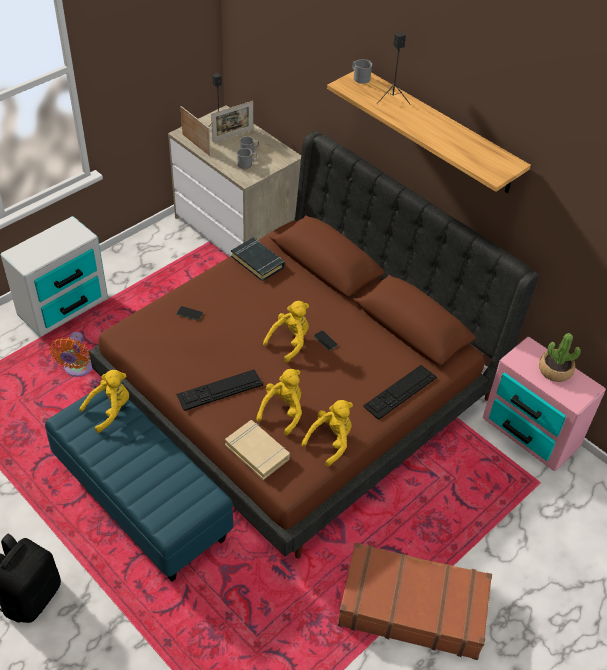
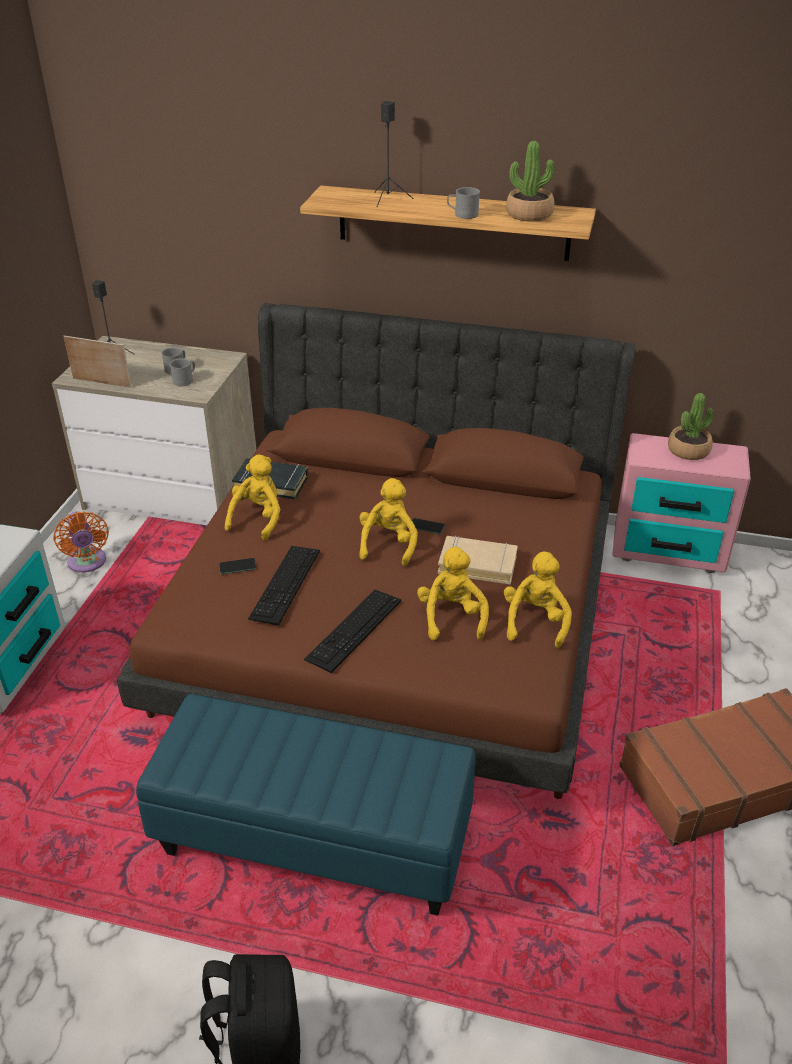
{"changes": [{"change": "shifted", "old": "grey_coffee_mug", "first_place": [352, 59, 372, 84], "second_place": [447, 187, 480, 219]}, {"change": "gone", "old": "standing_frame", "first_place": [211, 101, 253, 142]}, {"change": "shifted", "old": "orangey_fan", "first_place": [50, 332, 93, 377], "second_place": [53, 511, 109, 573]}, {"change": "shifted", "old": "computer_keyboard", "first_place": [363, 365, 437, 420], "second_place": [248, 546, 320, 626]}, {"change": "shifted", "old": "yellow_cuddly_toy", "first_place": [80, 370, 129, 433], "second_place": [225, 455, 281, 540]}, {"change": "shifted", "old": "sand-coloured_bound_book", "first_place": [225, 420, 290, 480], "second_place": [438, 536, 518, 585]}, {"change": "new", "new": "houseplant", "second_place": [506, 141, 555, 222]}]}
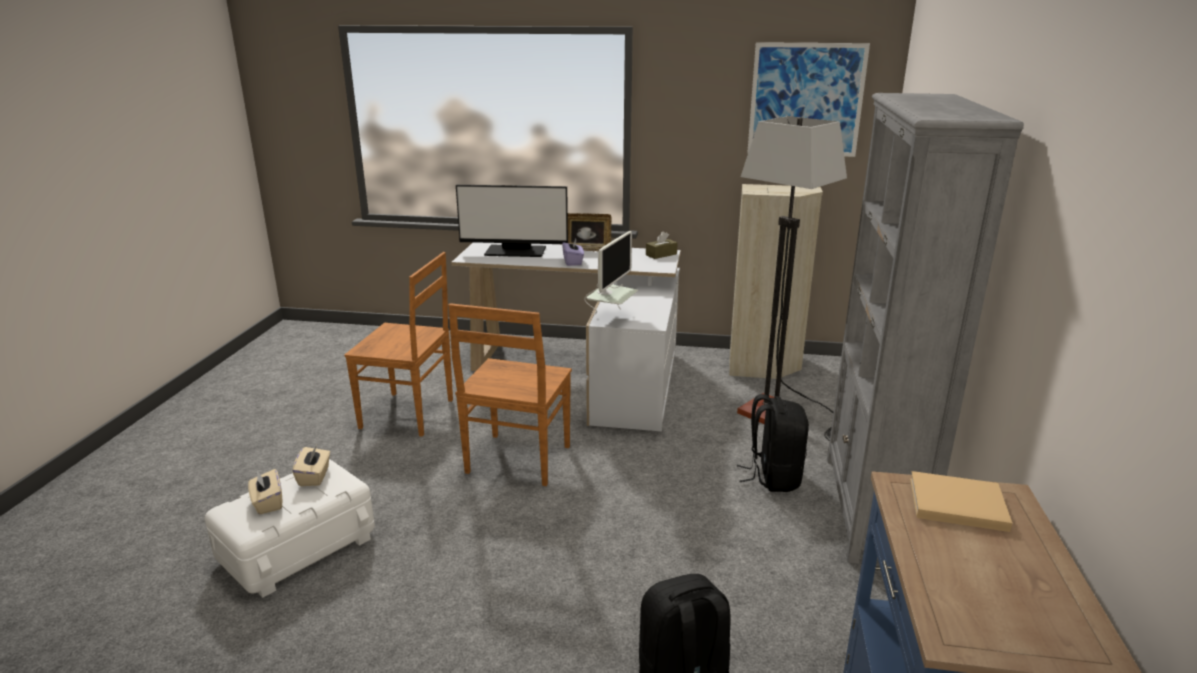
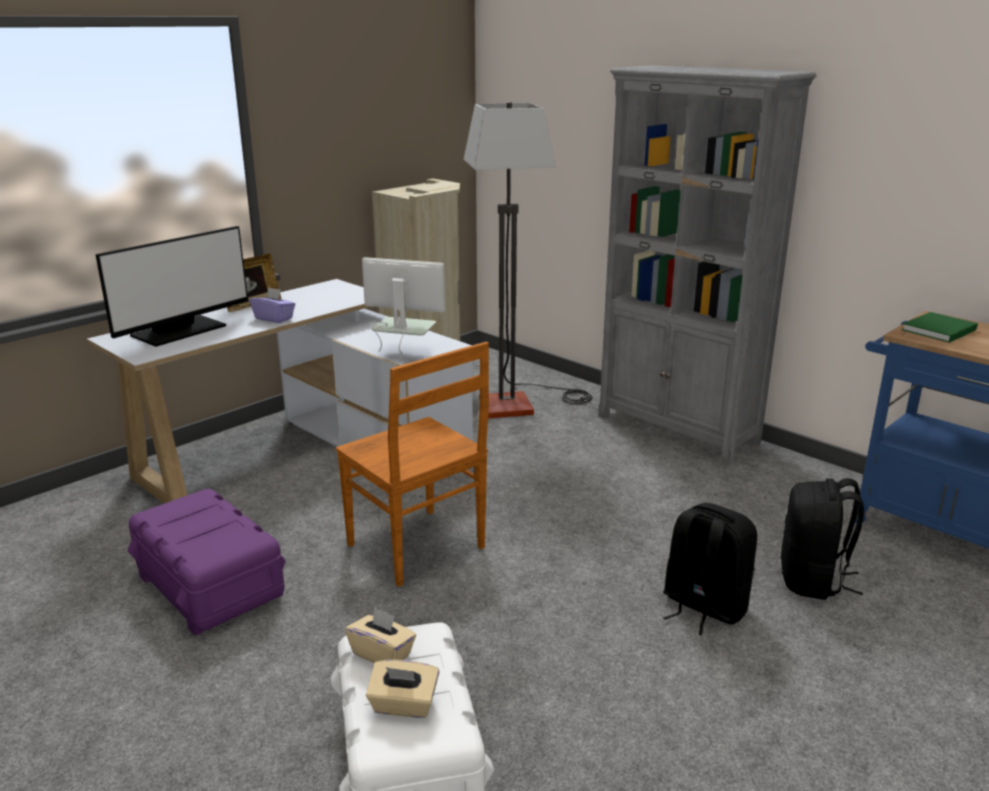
{"changes": [{"change": "gone", "old": "wall_art", "first_place": [747, 42, 870, 157]}, {"change": "rotated", "old": "computer_screen", "first_place": [584, 231, 638, 314], "second_place": [362, 257, 445, 359], "degrees": -45}, {"change": "gone", "old": "brown-coloured_box_of_tissues", "first_place": [646, 231, 678, 259]}, {"change": "swapped", "old": "brown-coloured_upright_chair", "new": "purple_storage_bin", "first_place": [344, 252, 453, 437], "second_place": [127, 489, 286, 636]}, {"change": "shifted", "old": "black_knapsack", "first_place": [737, 394, 809, 492], "second_place": [663, 503, 757, 636]}, {"change": "repainted", "old": "sand-coloured_bound_book", "new": "green-coloured_bound_book", "first_place": [910, 471, 1012, 532], "second_place": [902, 312, 978, 343]}]}
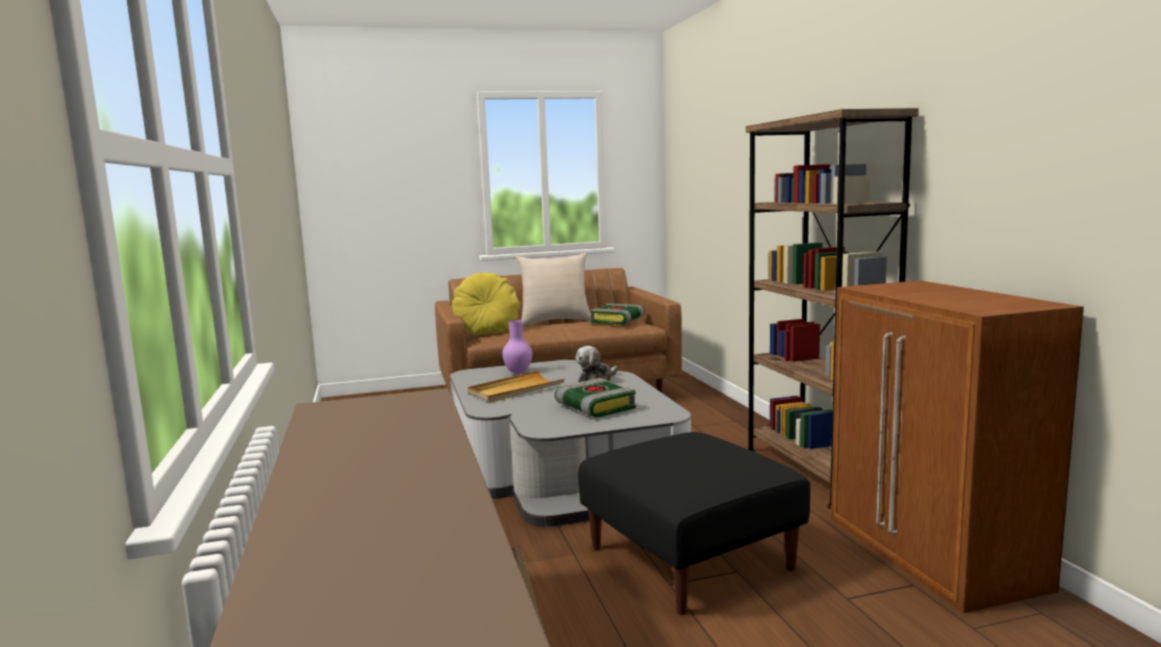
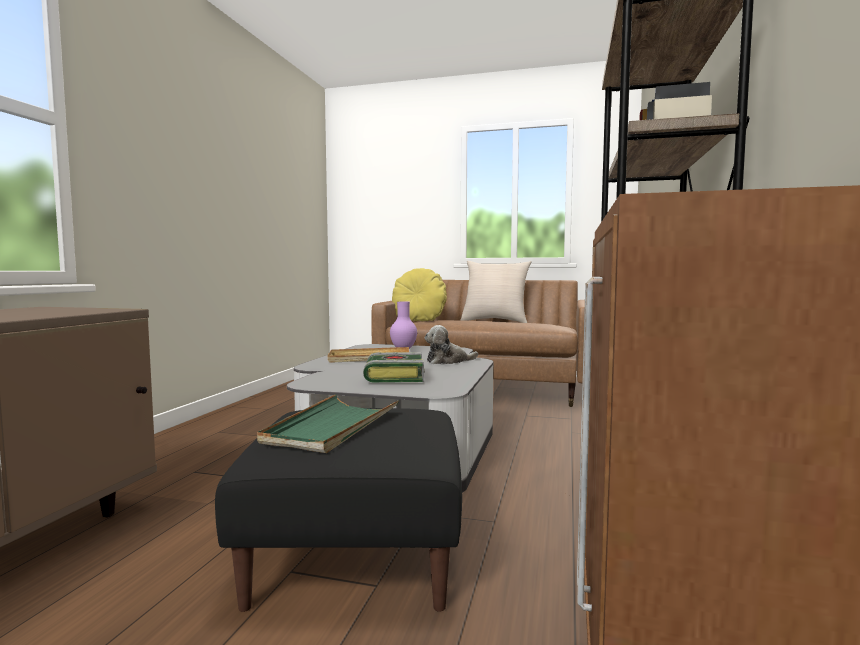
{"changes": [{"change": "gone", "old": "bound_book", "first_place": [591, 303, 645, 325]}, {"change": "new", "new": "green-coloured_tray", "second_place": [257, 394, 399, 453]}]}
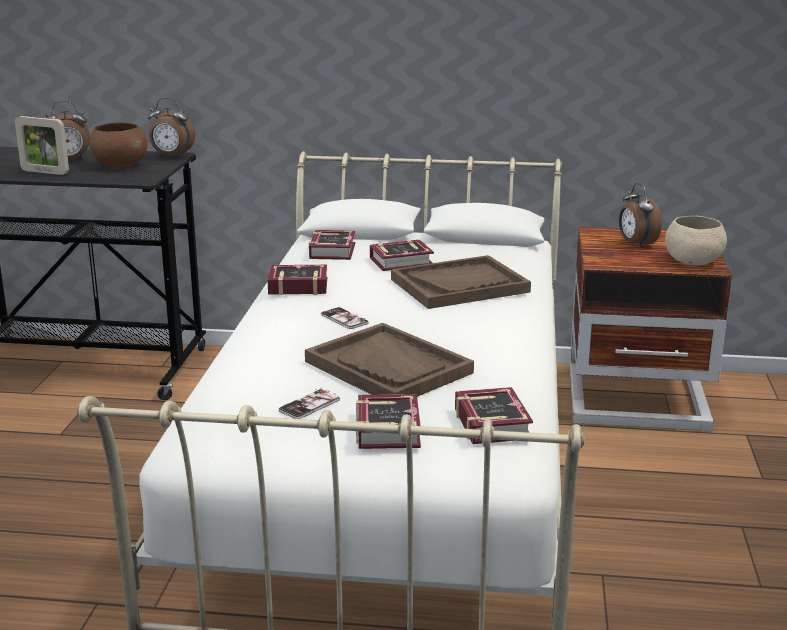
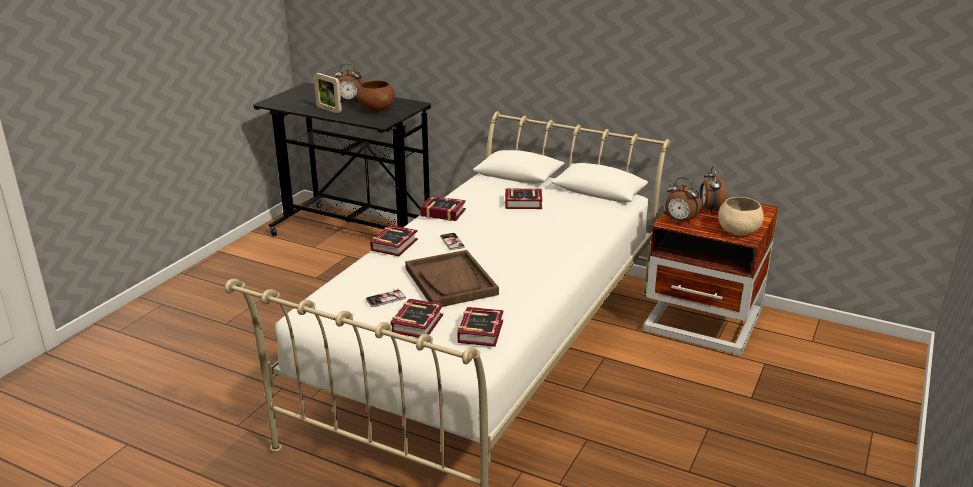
{"changes": [{"change": "shifted", "old": "bedside_clock", "first_place": [148, 98, 195, 158], "second_place": [665, 177, 702, 224]}, {"change": "shifted", "old": "bound_book", "first_place": [309, 230, 355, 260], "second_place": [370, 225, 418, 256]}, {"change": "gone", "old": "brown-coloured_tray", "first_place": [391, 255, 531, 309]}]}
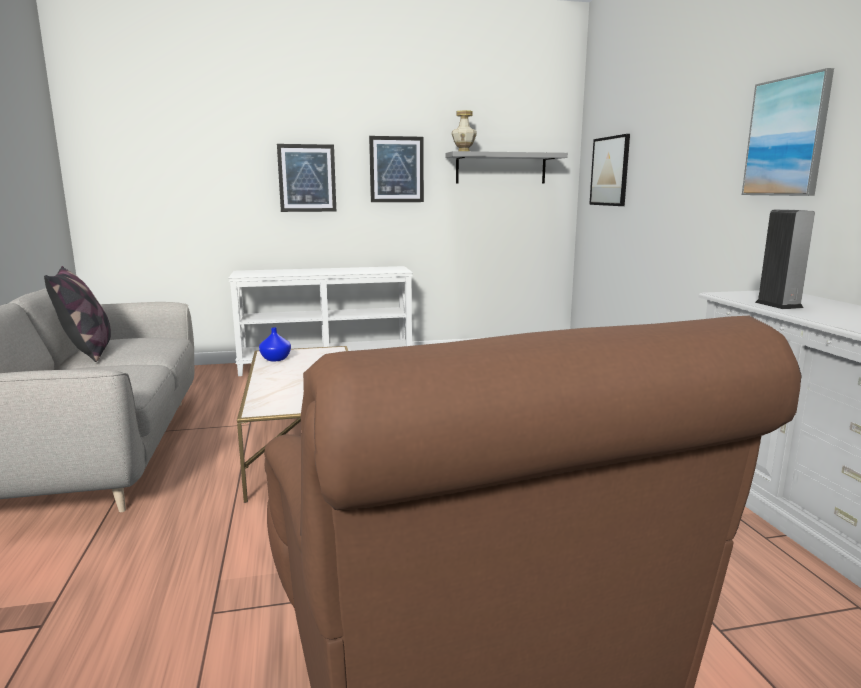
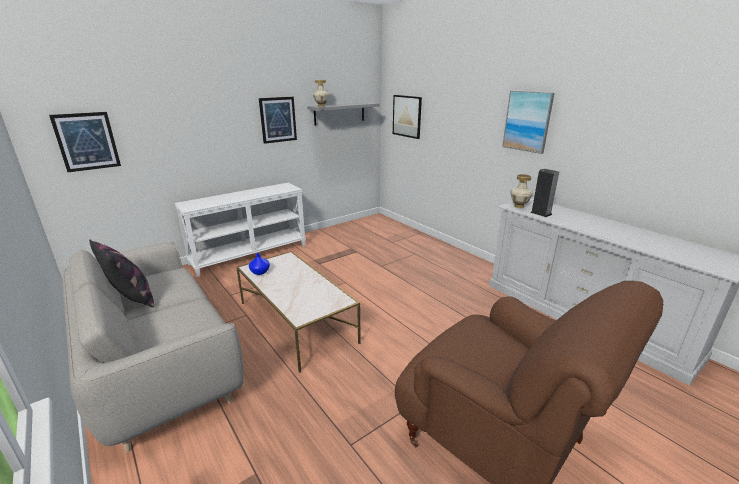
{"changes": [{"change": "shifted", "old": "wall_art", "first_place": [277, 144, 336, 212], "second_place": [49, 112, 121, 172]}, {"change": "new", "new": "vase", "second_place": [510, 174, 533, 208]}]}
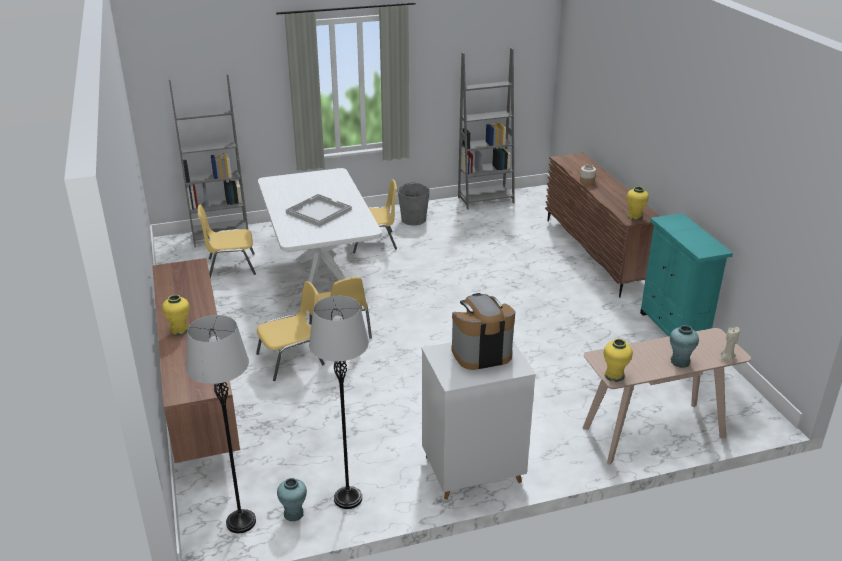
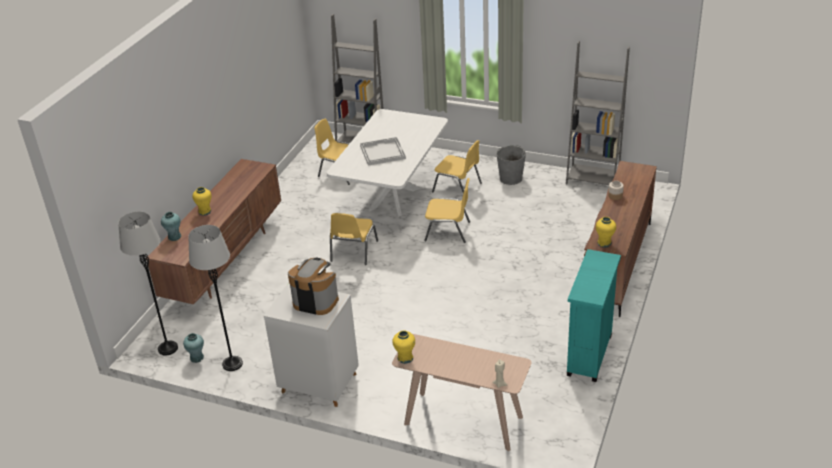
{"changes": [{"change": "shifted", "old": "yellow_upright_chair", "first_place": [256, 281, 325, 381], "second_place": [424, 178, 470, 243]}, {"change": "shifted", "old": "turquoise-coloured_vase", "first_place": [670, 325, 699, 368], "second_place": [161, 212, 181, 241]}]}
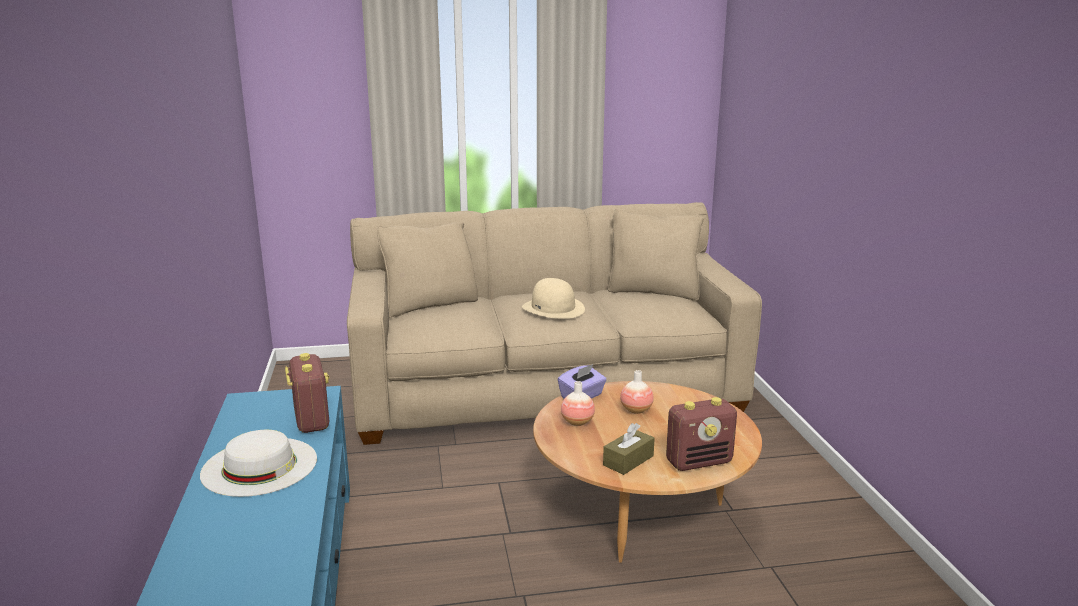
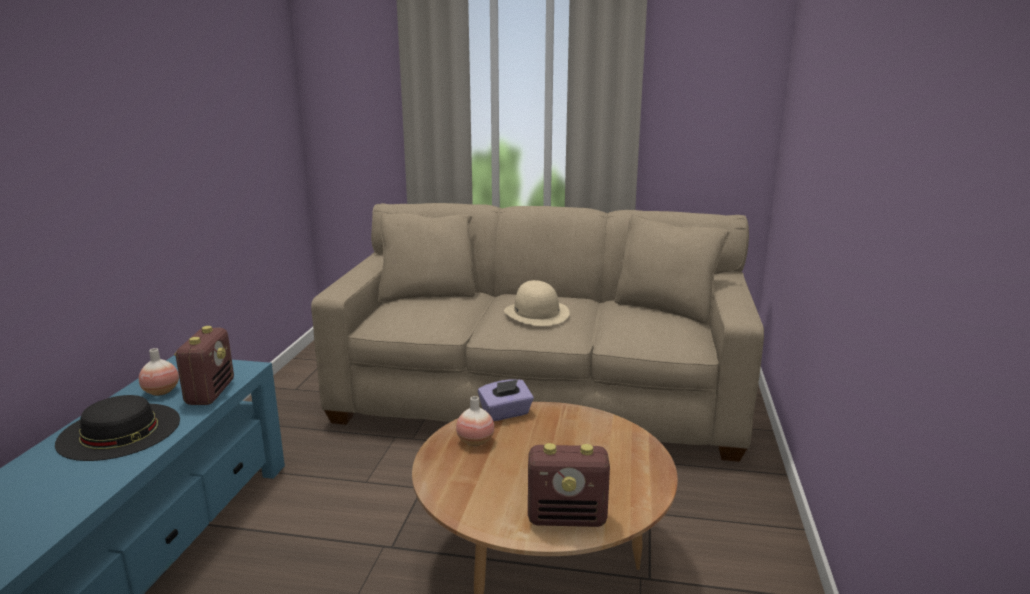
{"changes": [{"change": "shifted", "old": "vase", "first_place": [620, 370, 653, 414], "second_place": [139, 348, 179, 396]}, {"change": "gone", "old": "brown-coloured_box_of_tissues", "first_place": [603, 423, 655, 475]}, {"change": "repainted", "old": "whitish_clothing_hat", "new": "black_clothing_hat", "first_place": [200, 430, 317, 497], "second_place": [55, 395, 180, 461]}]}
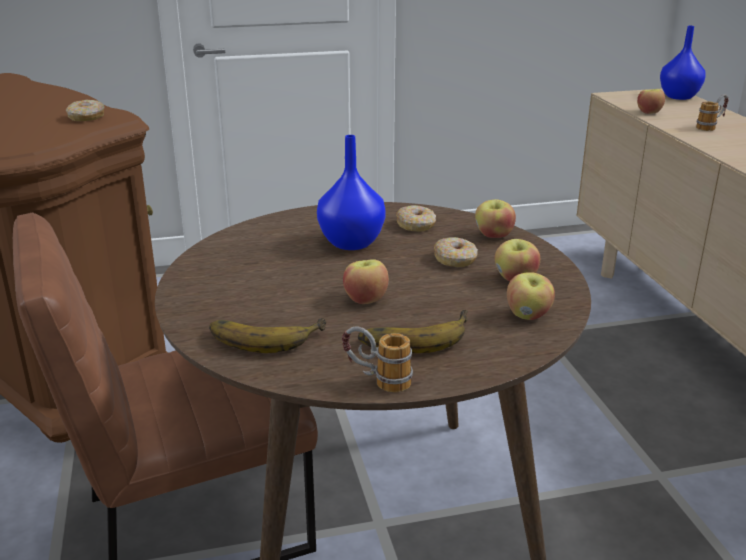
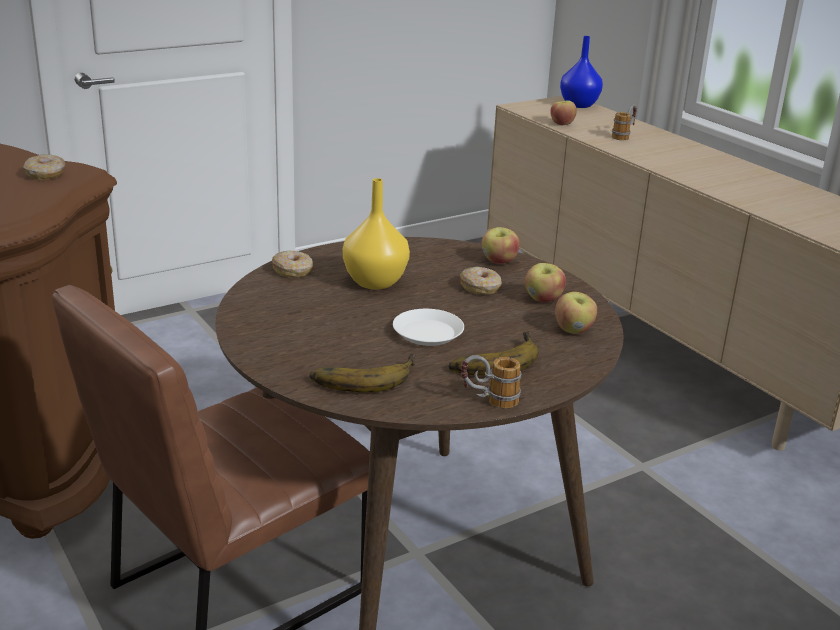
{"changes": [{"change": "repainted", "old": "bluish_vase", "new": "yellow_vase", "first_place": [317, 135, 386, 250], "second_place": [343, 178, 410, 289]}, {"change": "shifted", "old": "donut", "first_place": [396, 205, 436, 232], "second_place": [272, 251, 313, 277]}, {"change": "swapped", "old": "apple_fruit", "new": "whitish_flat_dish", "first_place": [343, 259, 389, 304], "second_place": [393, 309, 464, 346]}]}
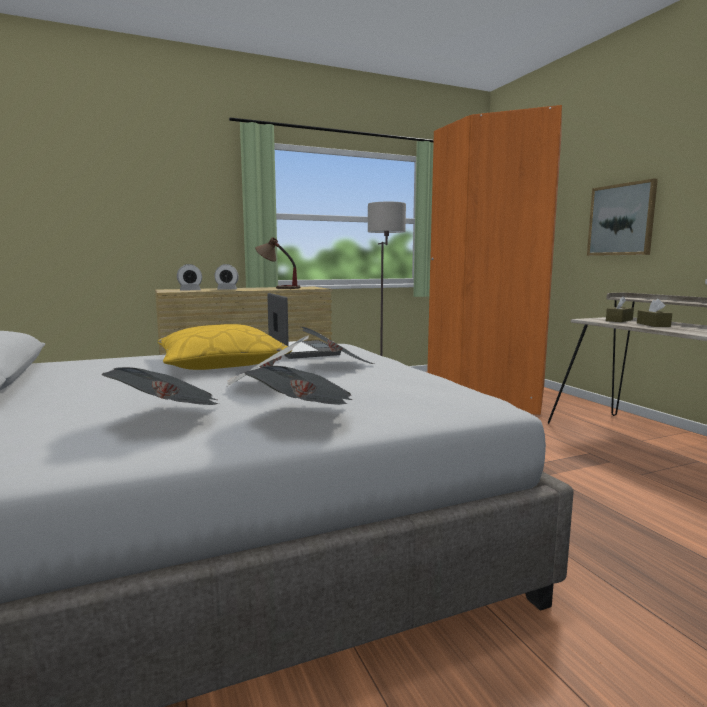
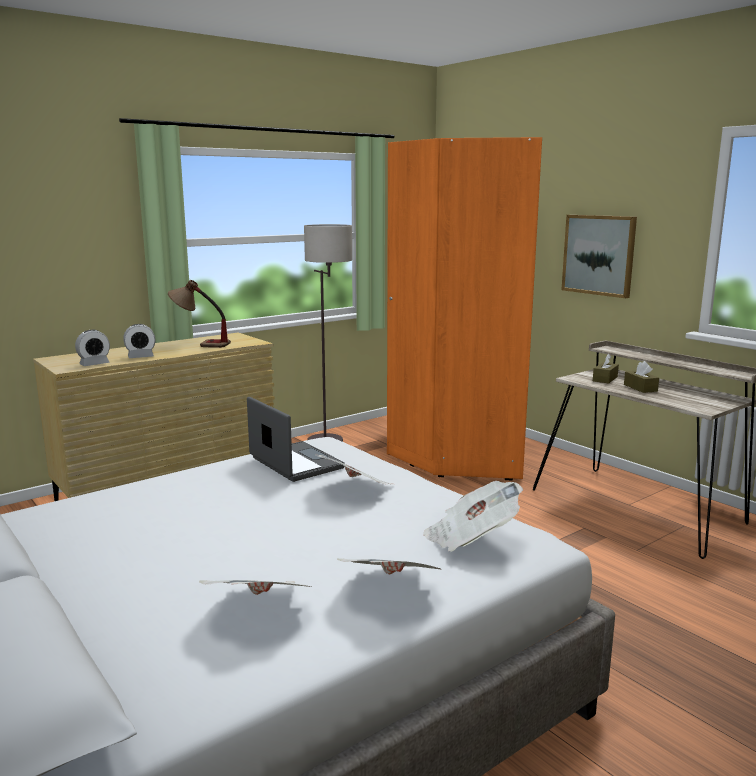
{"changes": [{"change": "gone", "old": "yellow_throw_pillow", "first_place": [158, 324, 292, 370]}, {"change": "shifted", "old": "daily_paper", "first_place": [227, 336, 309, 386], "second_place": [423, 481, 523, 552]}]}
